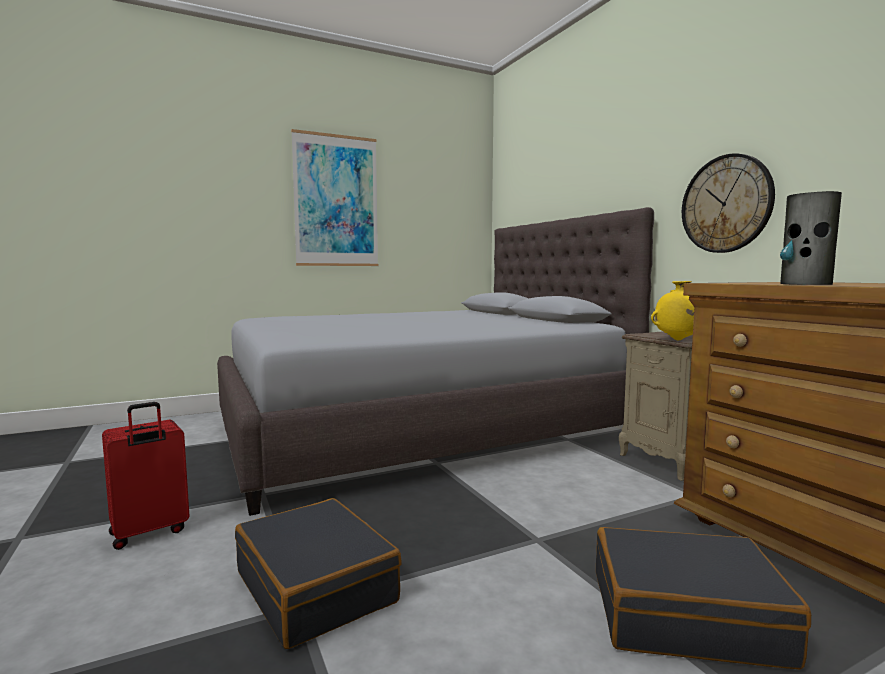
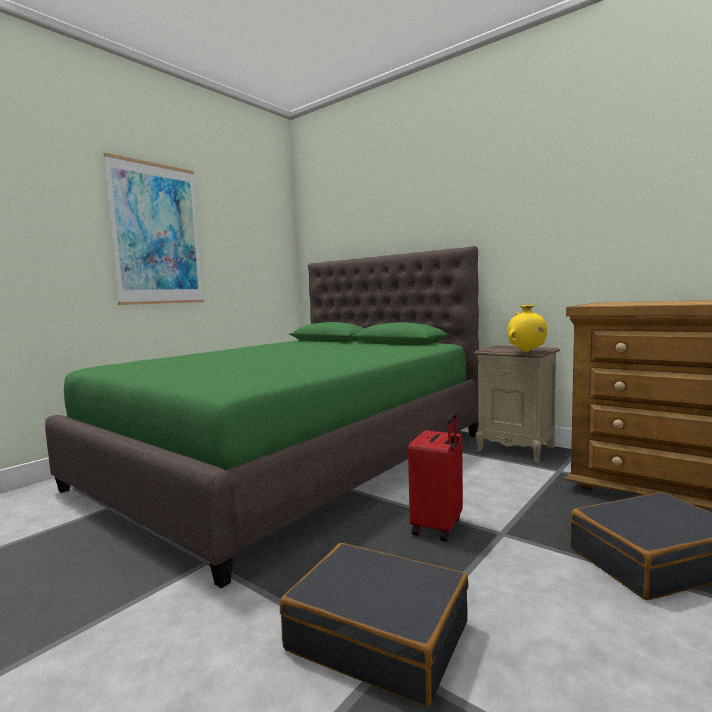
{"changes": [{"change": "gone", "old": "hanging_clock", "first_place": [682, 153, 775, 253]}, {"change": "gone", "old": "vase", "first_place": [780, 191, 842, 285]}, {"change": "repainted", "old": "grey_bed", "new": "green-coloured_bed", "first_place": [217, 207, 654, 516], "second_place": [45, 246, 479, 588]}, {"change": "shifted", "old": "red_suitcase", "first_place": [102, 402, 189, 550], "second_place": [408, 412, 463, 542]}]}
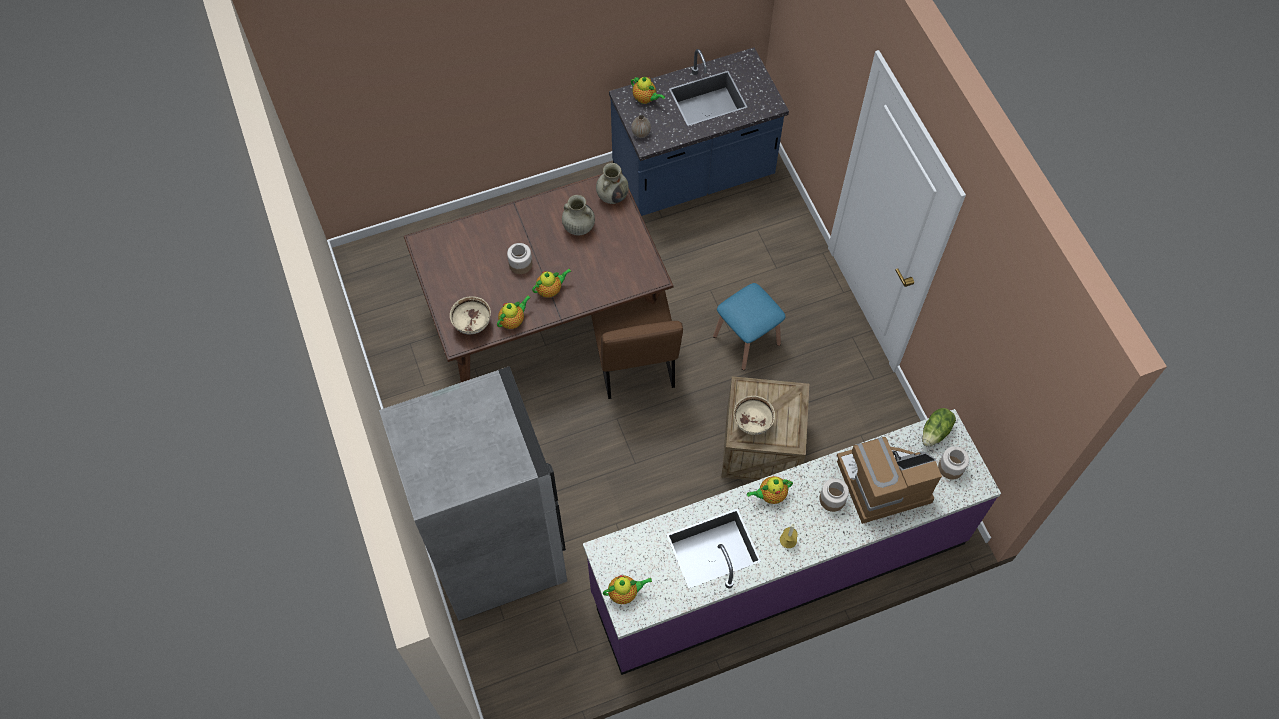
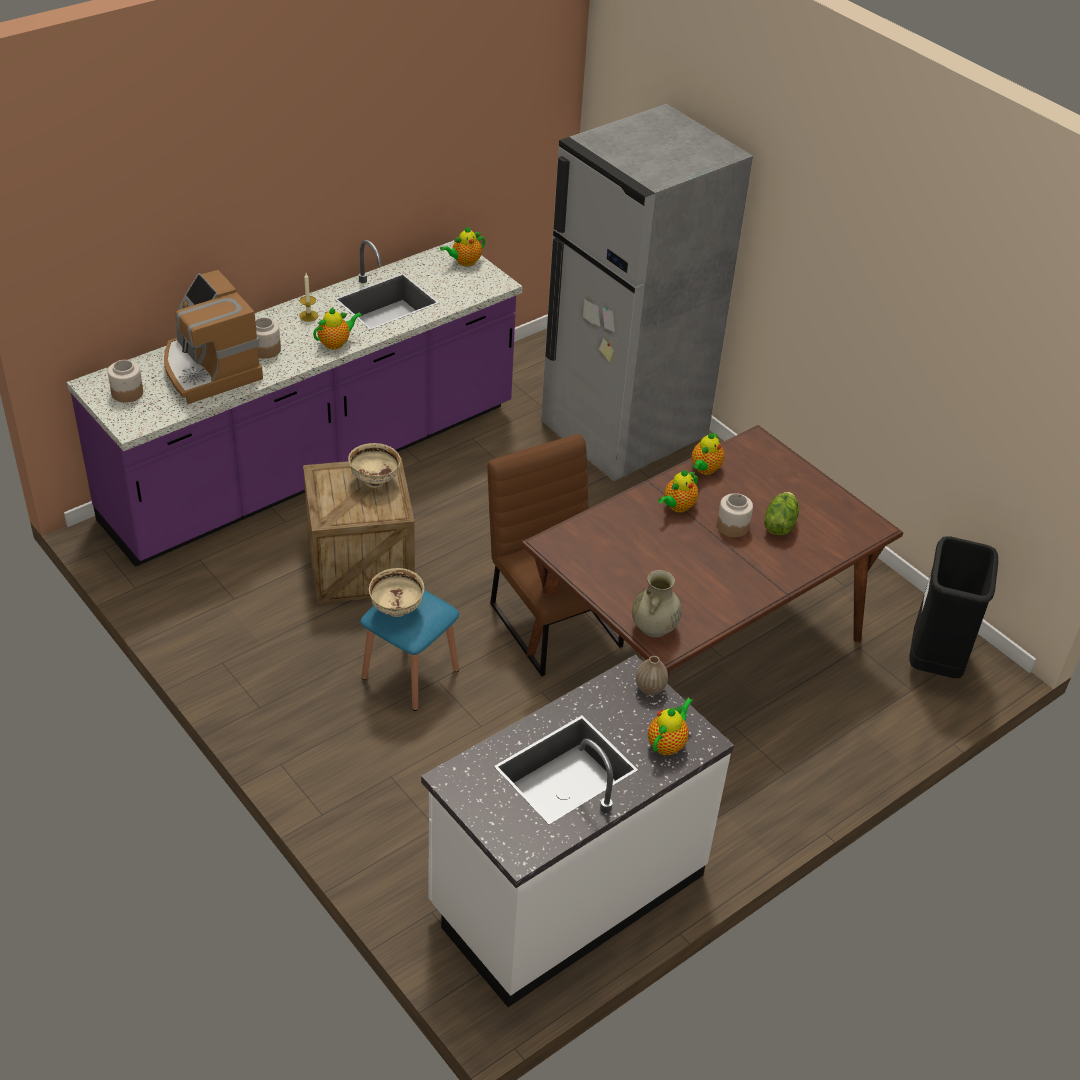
{"changes": [{"change": "repainted", "old": "bluish_kitchen_counter", "new": "whitish_kitchen_counter", "first_place": [609, 48, 789, 216], "second_place": [421, 655, 734, 1007]}, {"change": "rotated", "old": "tea_pot", "first_place": [631, 77, 665, 104], "second_place": [648, 698, 693, 755], "degrees": 105}, {"change": "gone", "old": "sand-coloured_vase", "first_place": [562, 195, 595, 236]}, {"change": "shifted", "old": "sand-coloured_serving_bowl", "first_place": [450, 296, 491, 334], "second_place": [369, 568, 424, 617]}, {"change": "shifted", "old": "lettuce", "first_place": [922, 408, 956, 447], "second_place": [764, 492, 799, 535]}, {"change": "rotated", "old": "coffee_maker", "first_place": [837, 437, 942, 524], "second_place": [164, 270, 263, 404], "degrees": 90}, {"change": "new", "new": "black_trash_can", "second_place": [909, 536, 998, 678]}]}
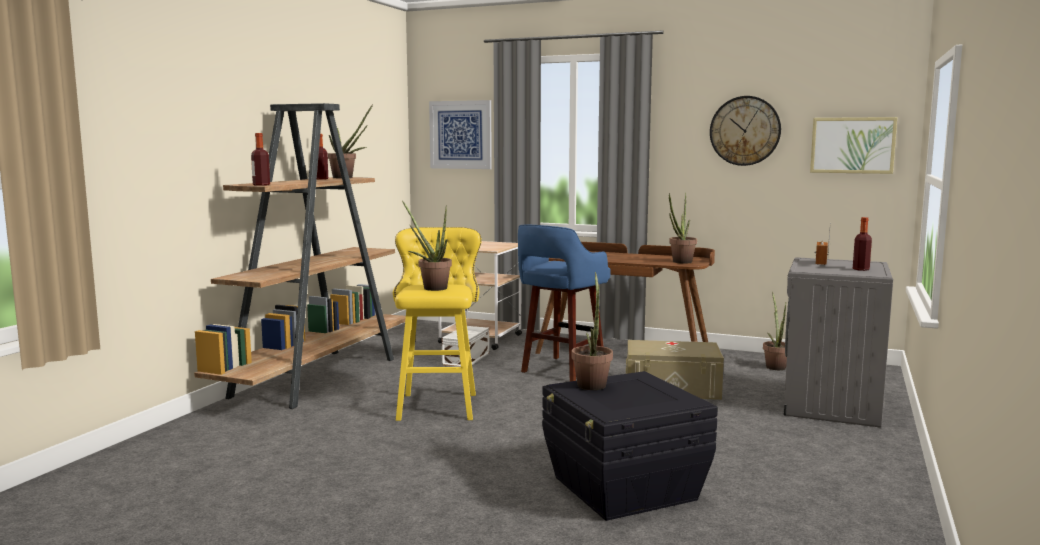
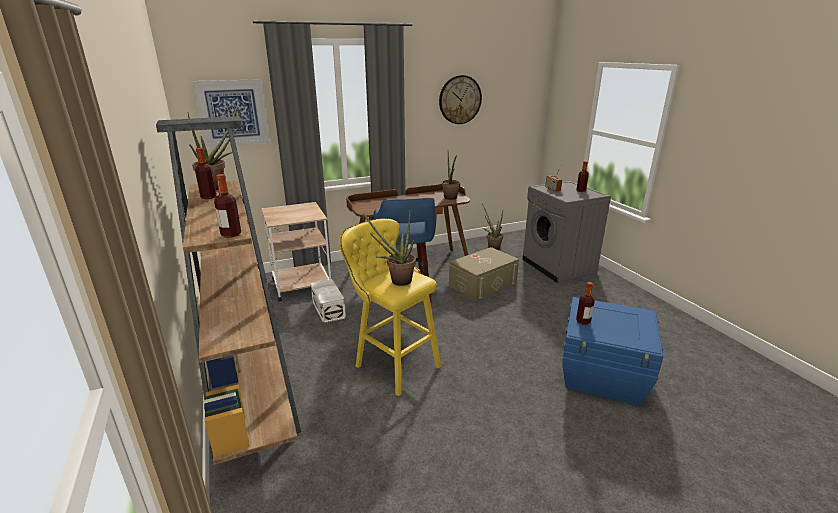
{"changes": [{"change": "gone", "old": "wall_art", "first_place": [810, 117, 897, 174]}, {"change": "swapped", "old": "houseplant", "new": "drink_bottle", "first_place": [572, 272, 613, 390], "second_place": [576, 282, 595, 325]}, {"change": "repainted", "old": "black_storage_bin", "new": "bluish_storage_bin", "first_place": [542, 371, 718, 521], "second_place": [562, 297, 663, 405]}]}
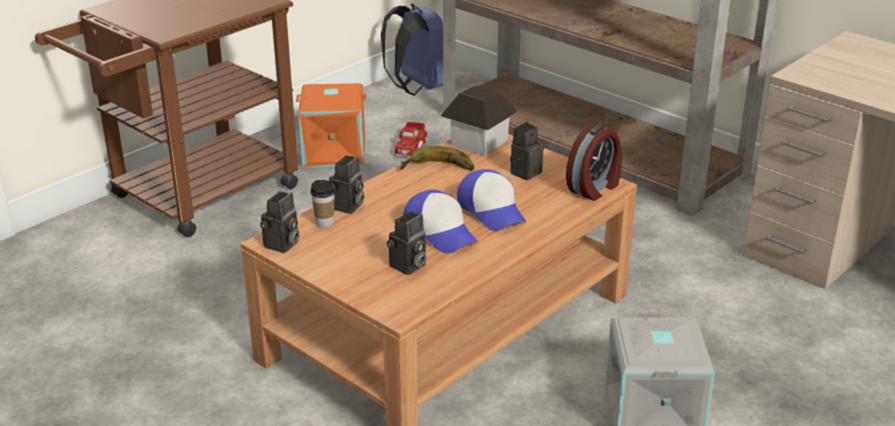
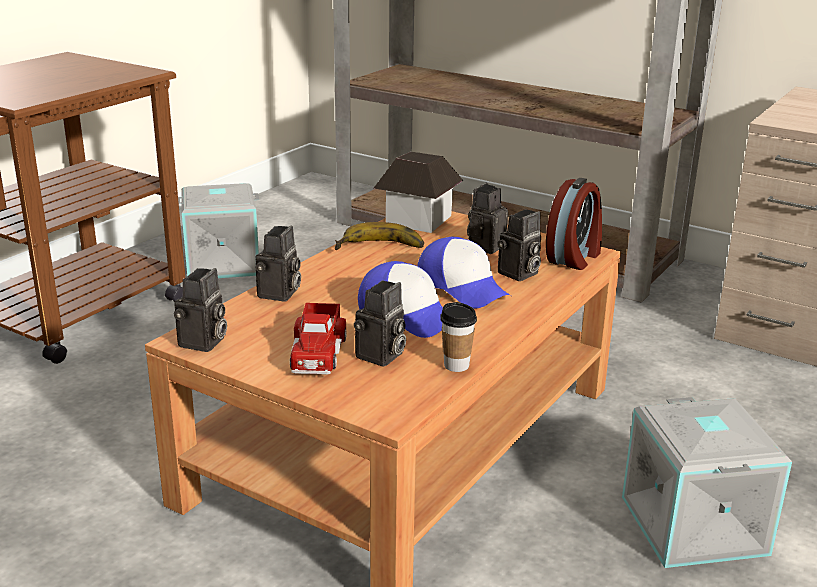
{"changes": [{"change": "gone", "old": "bluish_knapsack", "first_place": [381, 4, 443, 96]}, {"change": "repainted", "old": "orangey_storage_bin", "new": "grey_storage_bin", "first_place": [296, 83, 367, 168], "second_place": [178, 183, 259, 278]}, {"change": "shifted", "old": "model_truck", "first_place": [395, 122, 428, 157], "second_place": [290, 303, 346, 374]}, {"change": "shifted", "old": "cup", "first_place": [310, 180, 335, 228], "second_place": [440, 302, 477, 372]}, {"change": "new", "new": "photo_camera", "second_place": [498, 209, 541, 281]}]}
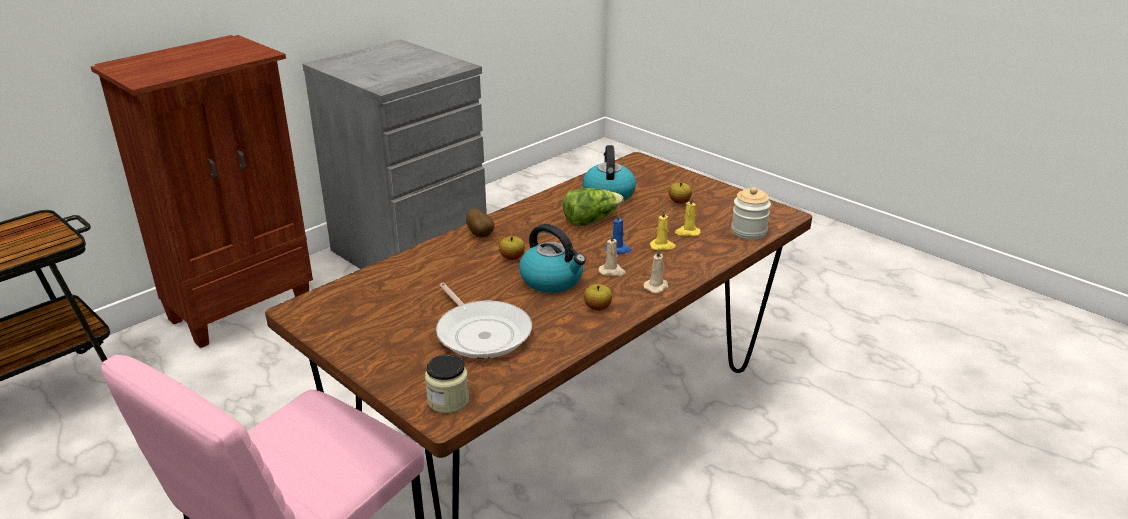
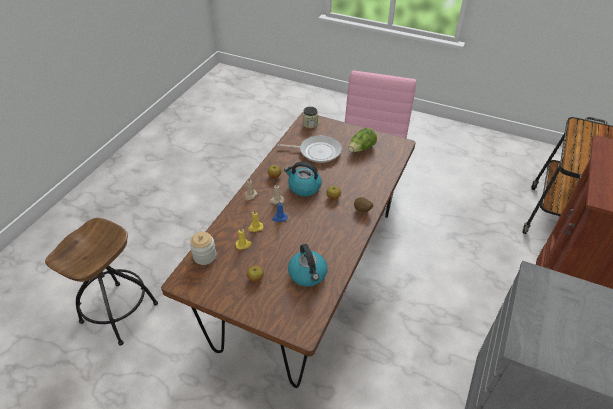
{"changes": [{"change": "shifted", "old": "lettuce", "first_place": [563, 188, 624, 226], "second_place": [348, 128, 377, 152]}, {"change": "rotated", "old": "skillet", "first_place": [436, 283, 532, 359], "second_place": [277, 135, 342, 163], "degrees": 150}, {"change": "new", "new": "brown-coloured_stool_seat", "second_place": [45, 218, 158, 346]}]}
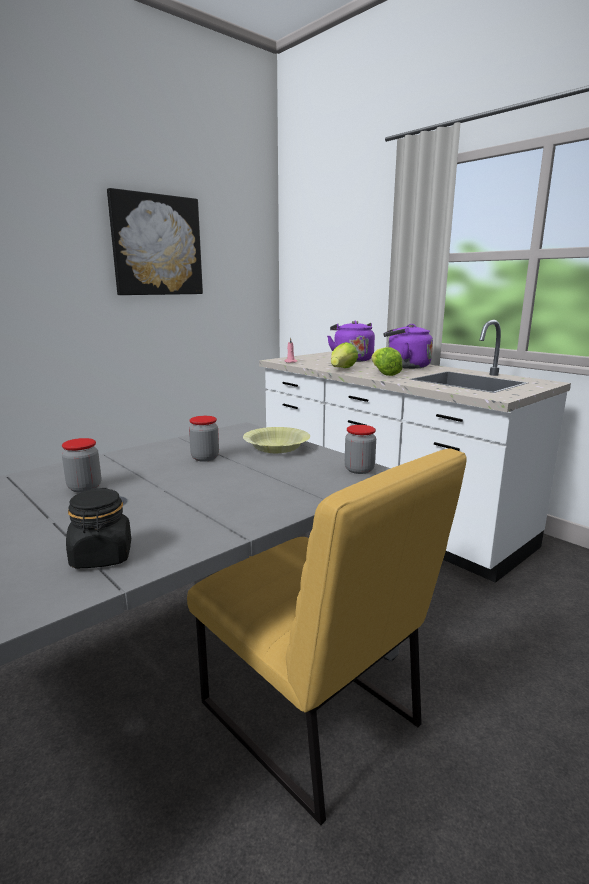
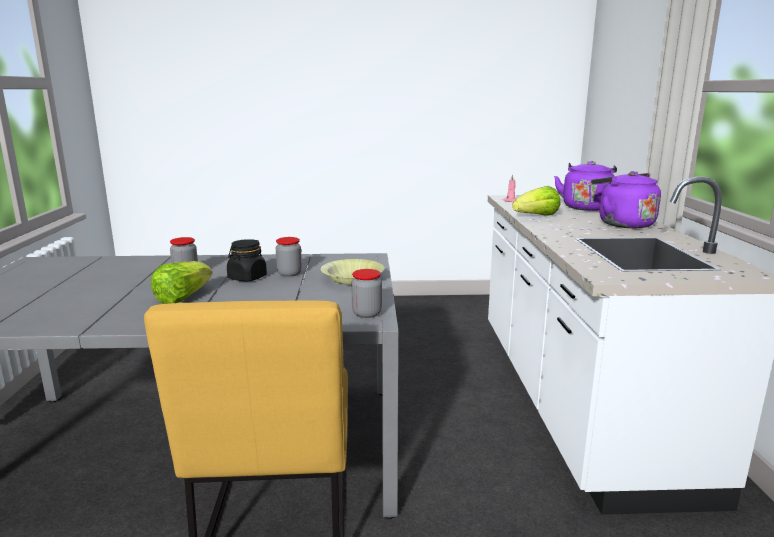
{"changes": [{"change": "gone", "old": "wall_art", "first_place": [107, 188, 203, 295]}, {"change": "shifted", "old": "lettuce", "first_place": [371, 347, 403, 376], "second_place": [151, 261, 212, 304]}, {"change": "shifted", "old": "black_jar", "first_place": [66, 488, 131, 569], "second_place": [227, 239, 267, 282]}]}
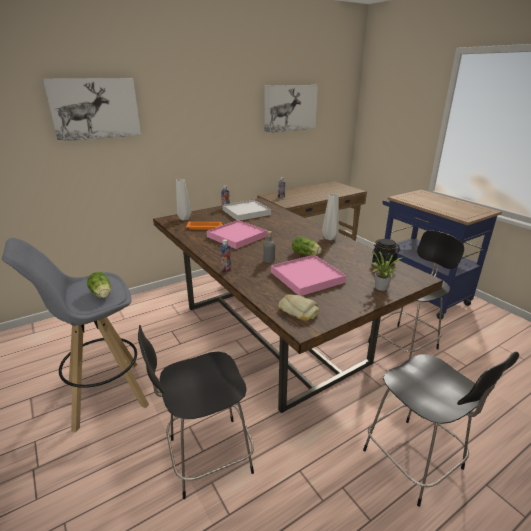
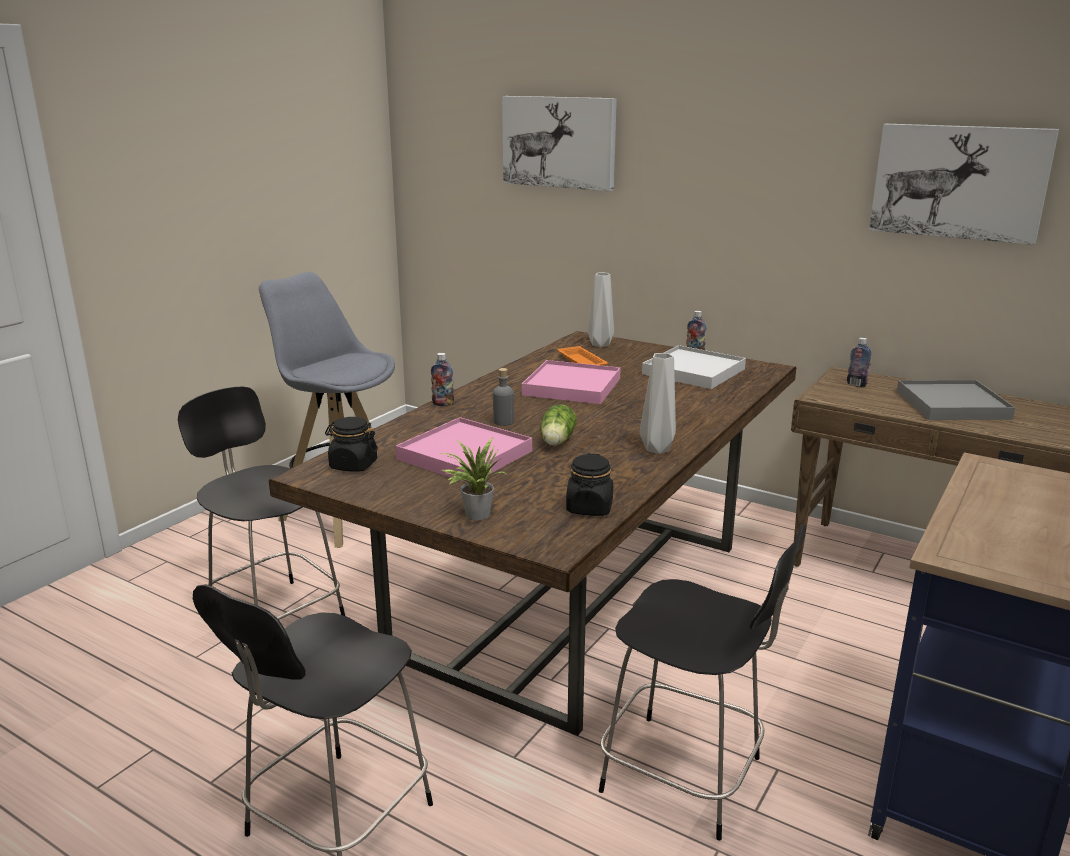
{"changes": [{"change": "gone", "old": "lettuce", "first_place": [87, 272, 111, 298]}, {"change": "swapped", "old": "bread", "new": "black_jar", "first_place": [279, 294, 319, 321], "second_place": [325, 417, 378, 472]}, {"change": "new", "new": "grey_tray", "second_place": [897, 380, 1015, 420]}]}
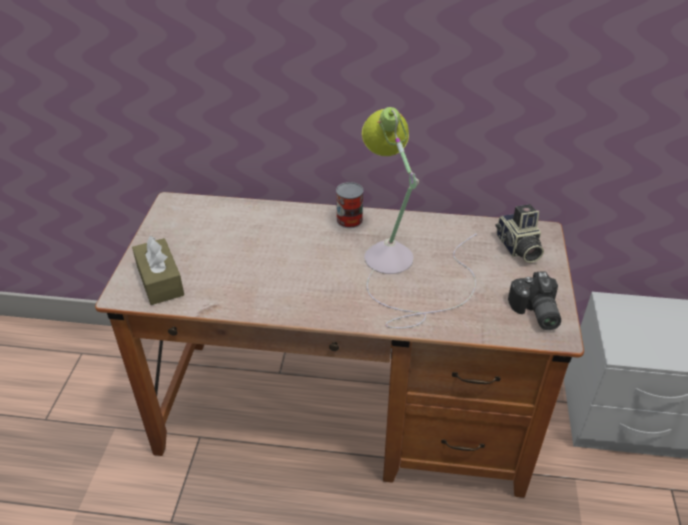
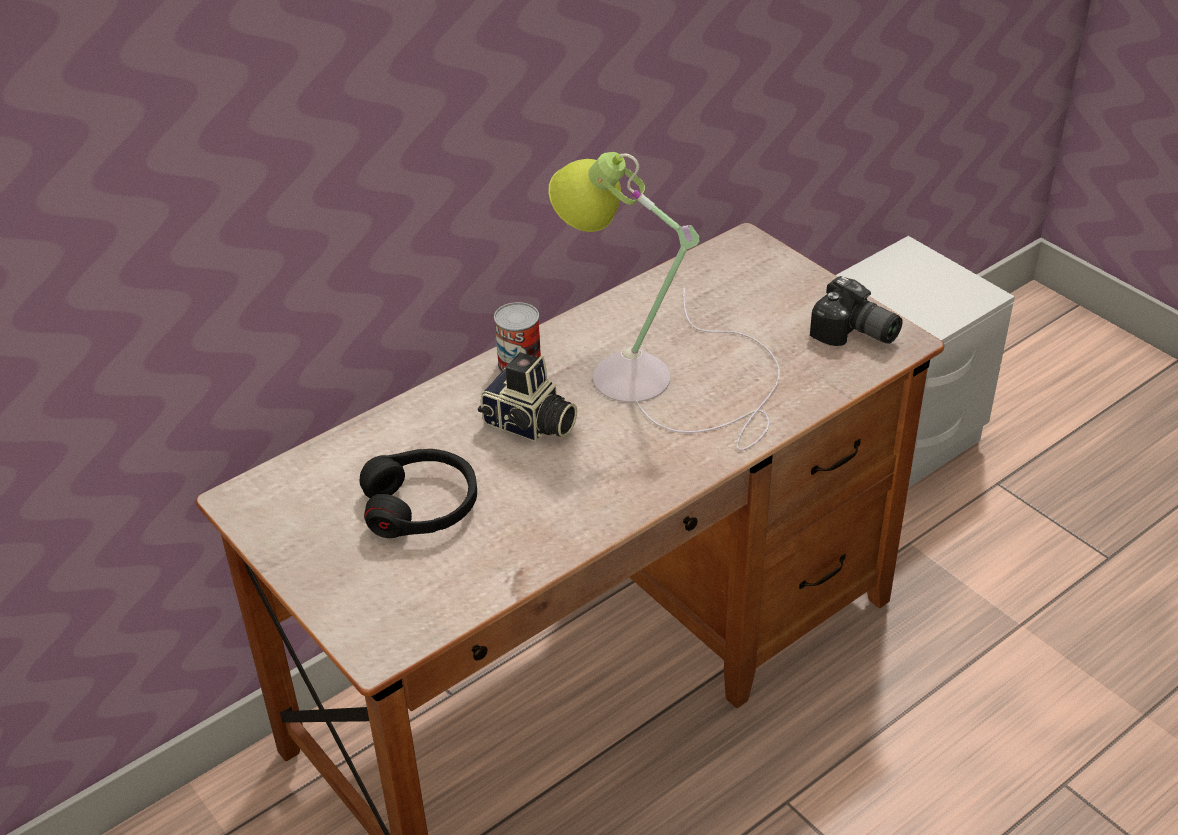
{"changes": [{"change": "shifted", "old": "photo_camera", "first_place": [495, 204, 544, 263], "second_place": [478, 352, 577, 442]}, {"change": "gone", "old": "brown-coloured_box_of_tissues", "first_place": [132, 236, 184, 305]}, {"change": "new", "new": "black_headset", "second_place": [360, 449, 477, 538]}]}
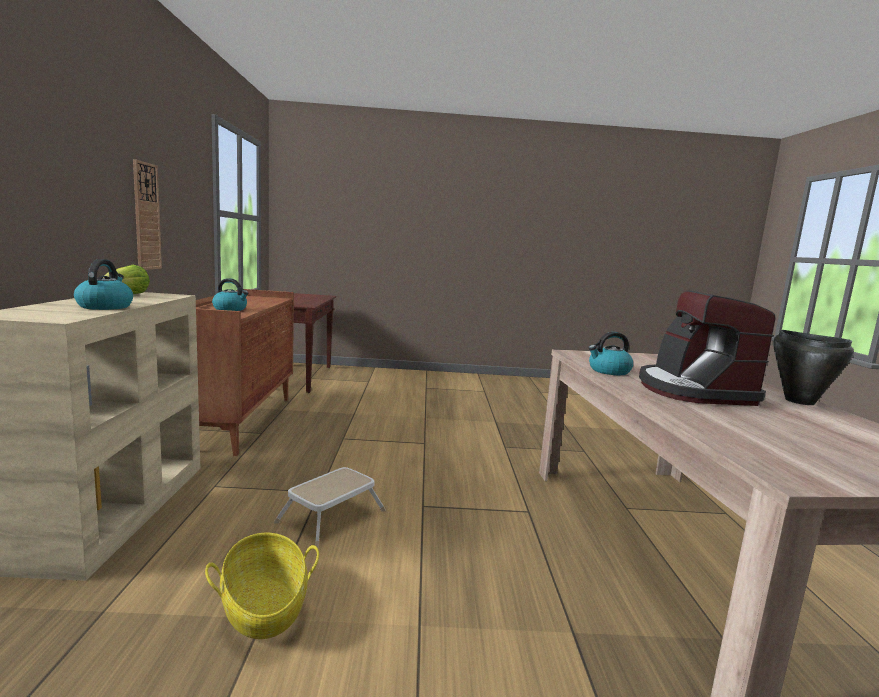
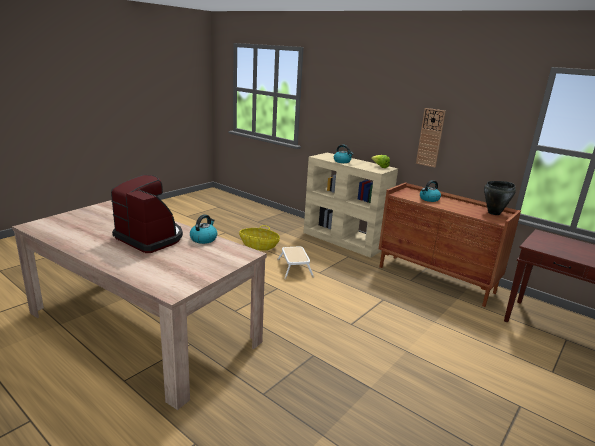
{"changes": [{"change": "shifted", "old": "black_saucepot", "first_place": [773, 330, 854, 405], "second_place": [484, 181, 516, 215]}]}
